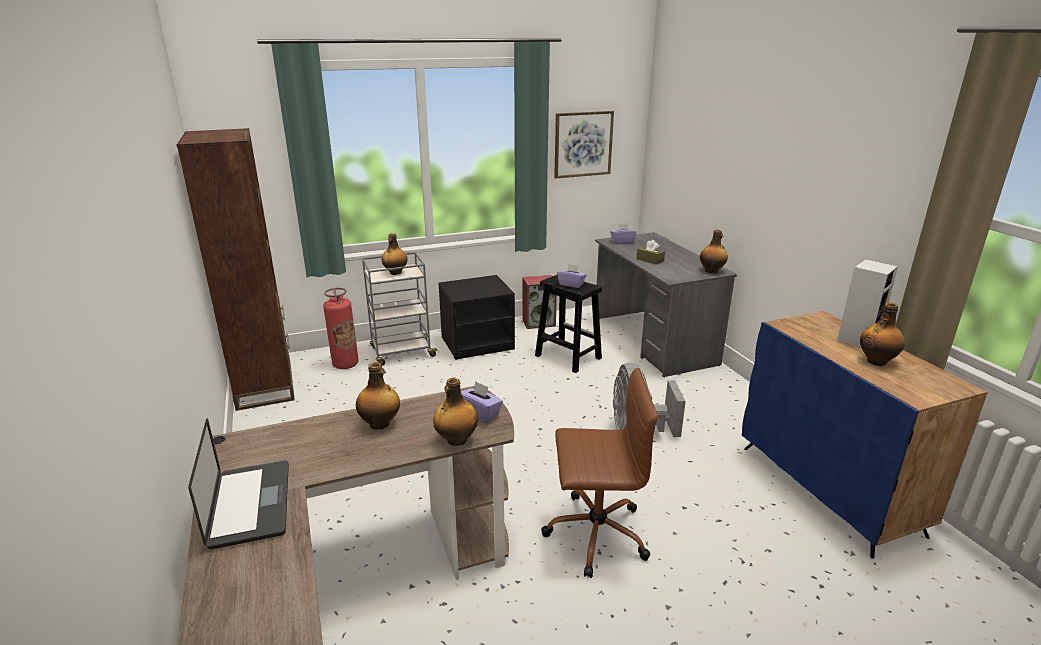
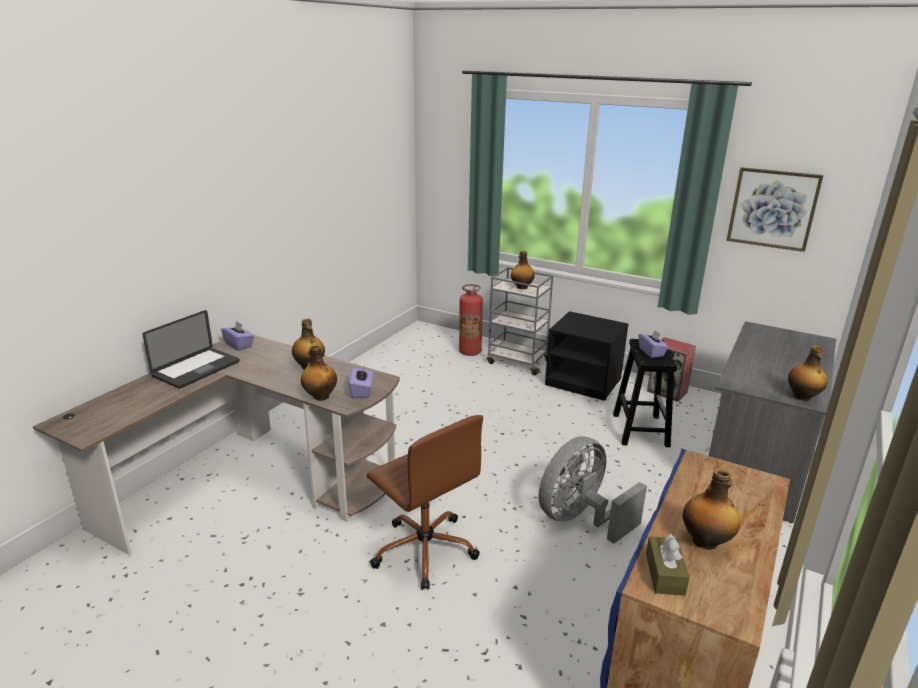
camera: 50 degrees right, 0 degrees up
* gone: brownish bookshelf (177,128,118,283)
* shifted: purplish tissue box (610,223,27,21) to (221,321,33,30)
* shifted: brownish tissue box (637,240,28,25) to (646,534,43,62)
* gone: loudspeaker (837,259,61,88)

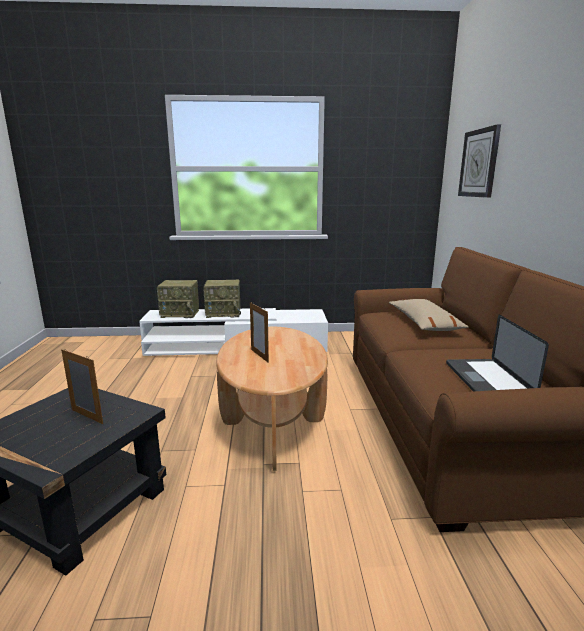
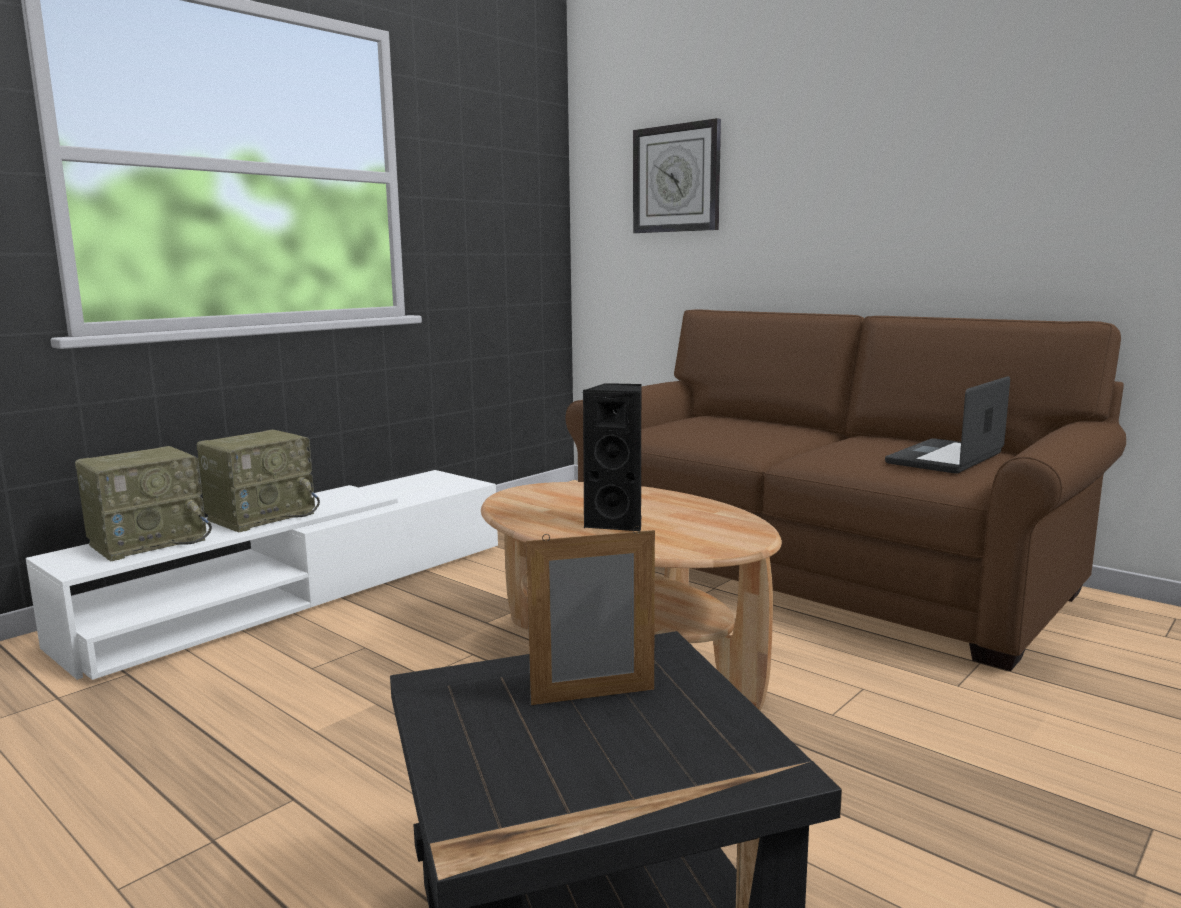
camera: 45 degrees left, 5 degrees down
* swapped: standing frame (250,302,19,61) to blackish loudspeaker (583,383,59,148)
* gone: beige throw pillow (389,299,80,32)
* rotated: notebook computer (446,315,103,77) = (885,376,125,98) 90 degrees clockwise

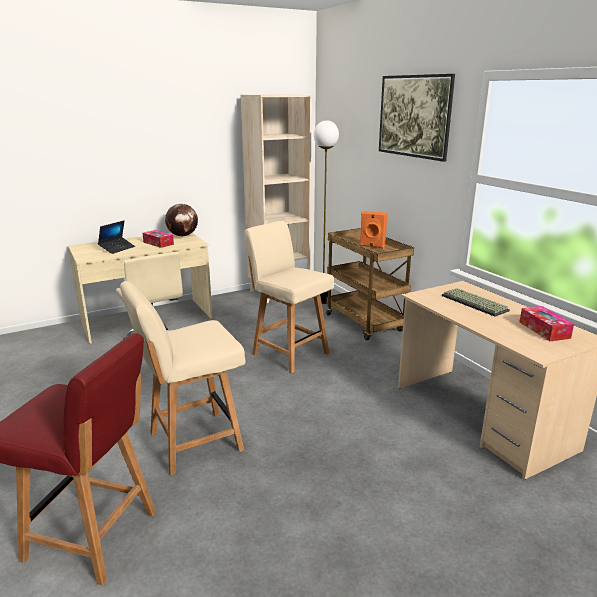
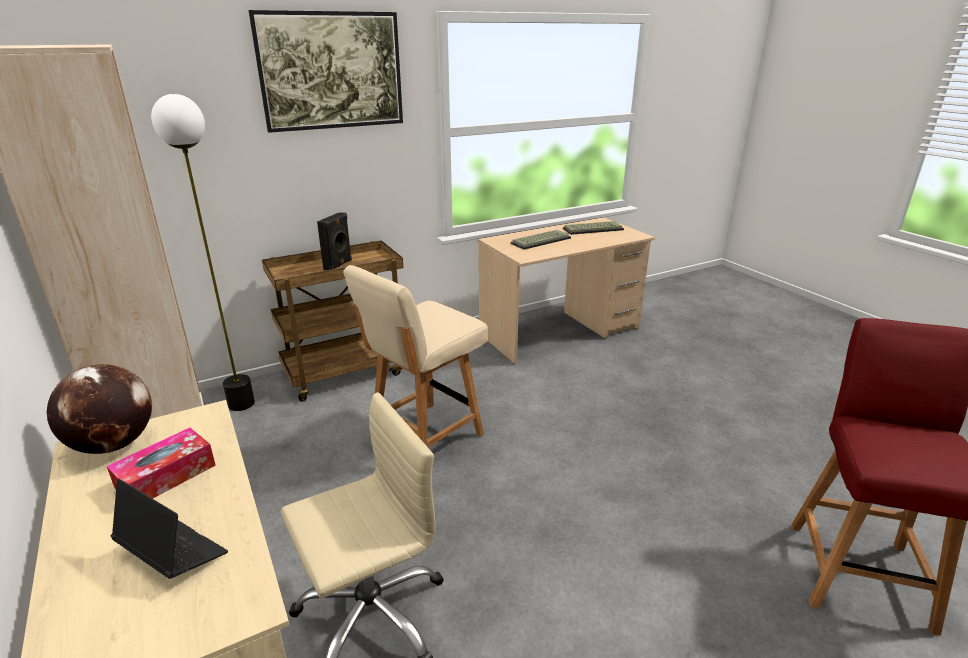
camera: 90 degrees left, 5 degrees up
* gone: beige upright chair (120,281,126,194)
* repainted: orange loudspeaker (360,211,27,38) to blackish loudspeaker (317,212,35,58)
* swapped: tissue box (520,306,54,35) to keyboard (563,221,61,14)

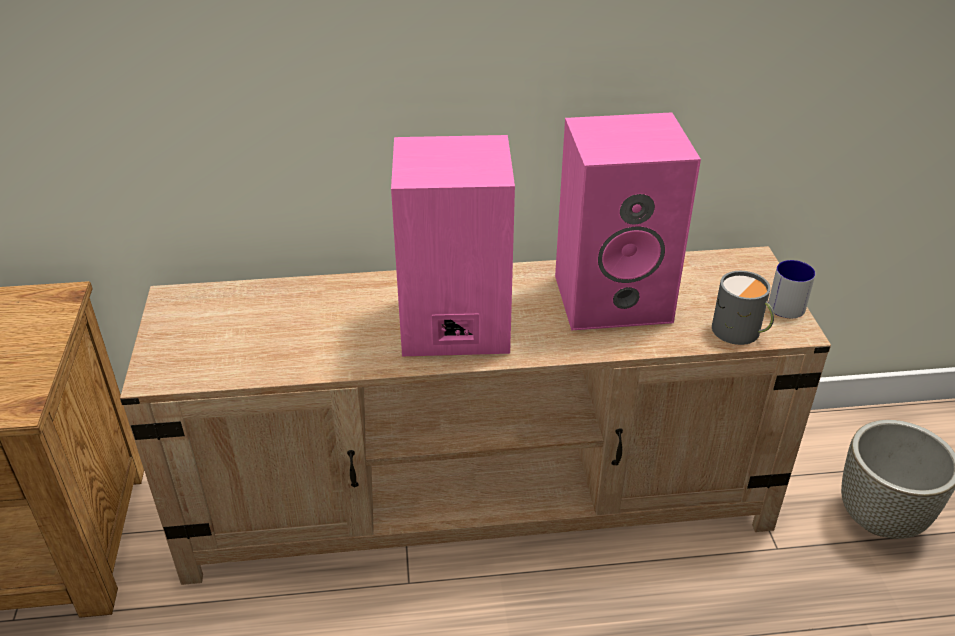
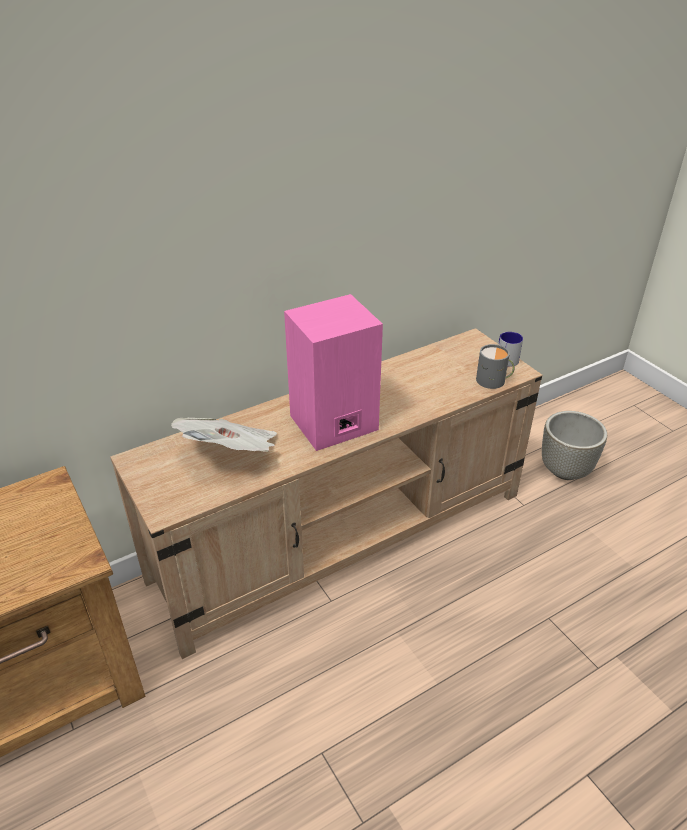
camera: 25 degrees left, 0 degrees up
* gone: pink loudspeaker (555,112,146,219)
* new: newspaper (171,418,106,34)

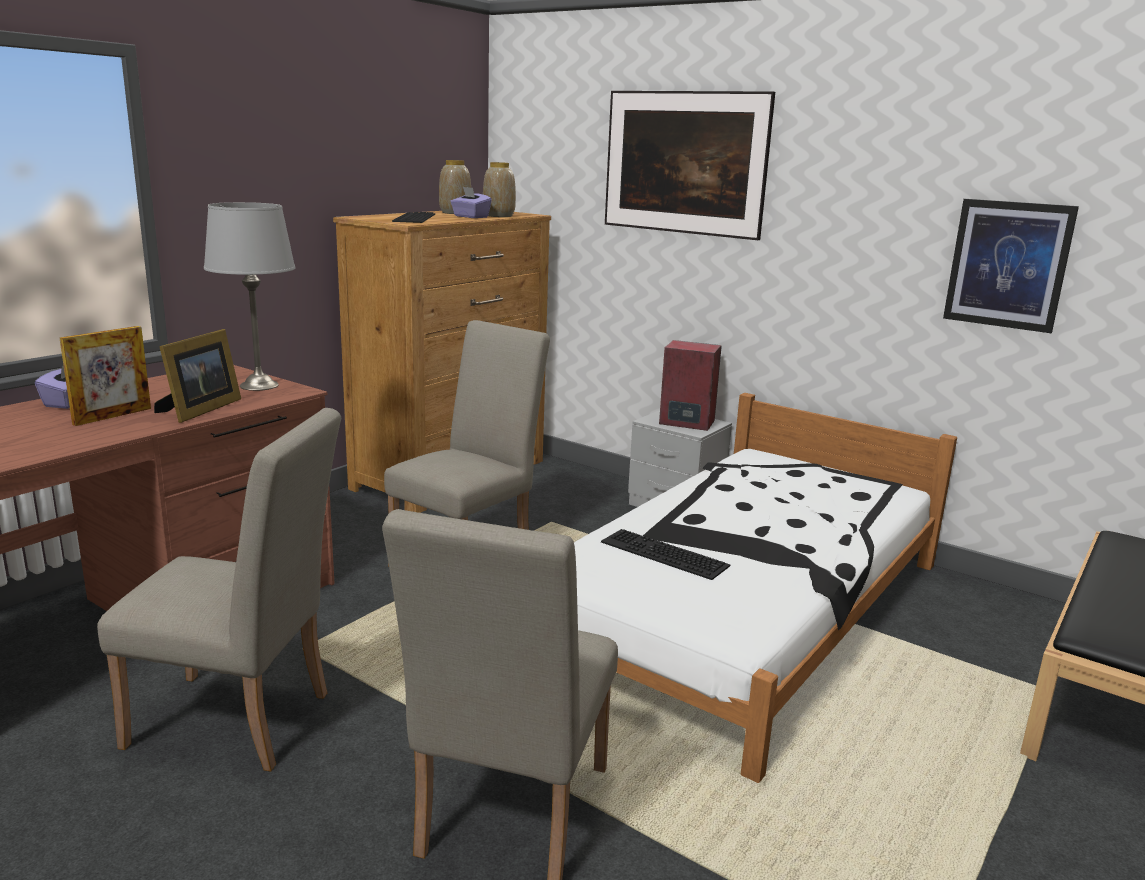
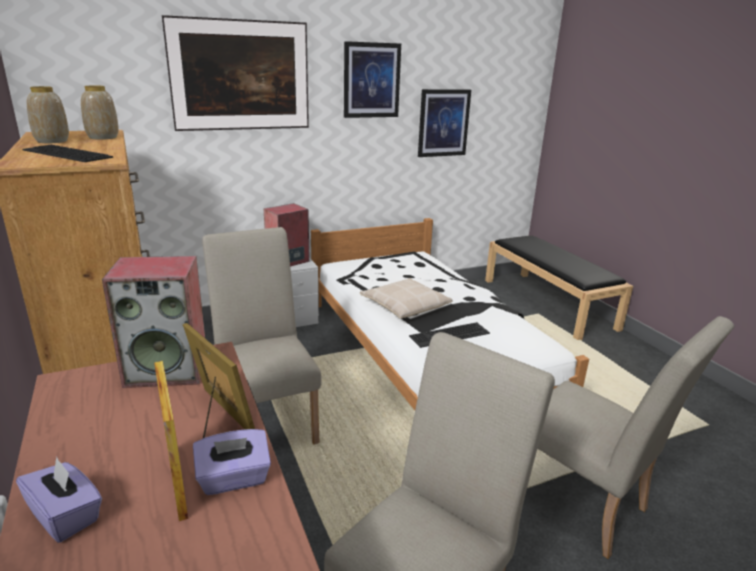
camera: 60 degrees left, 5 degrees up
* swapped: grey table lamp (204,202,92,189) to loudspeaker (102,256,103,132)
* shifted: purplish tissue box (450,187,42,31) to (193,429,78,66)
* new: wall picture (344,41,57,77)
* new: beige throw pillow (360,278,93,41)

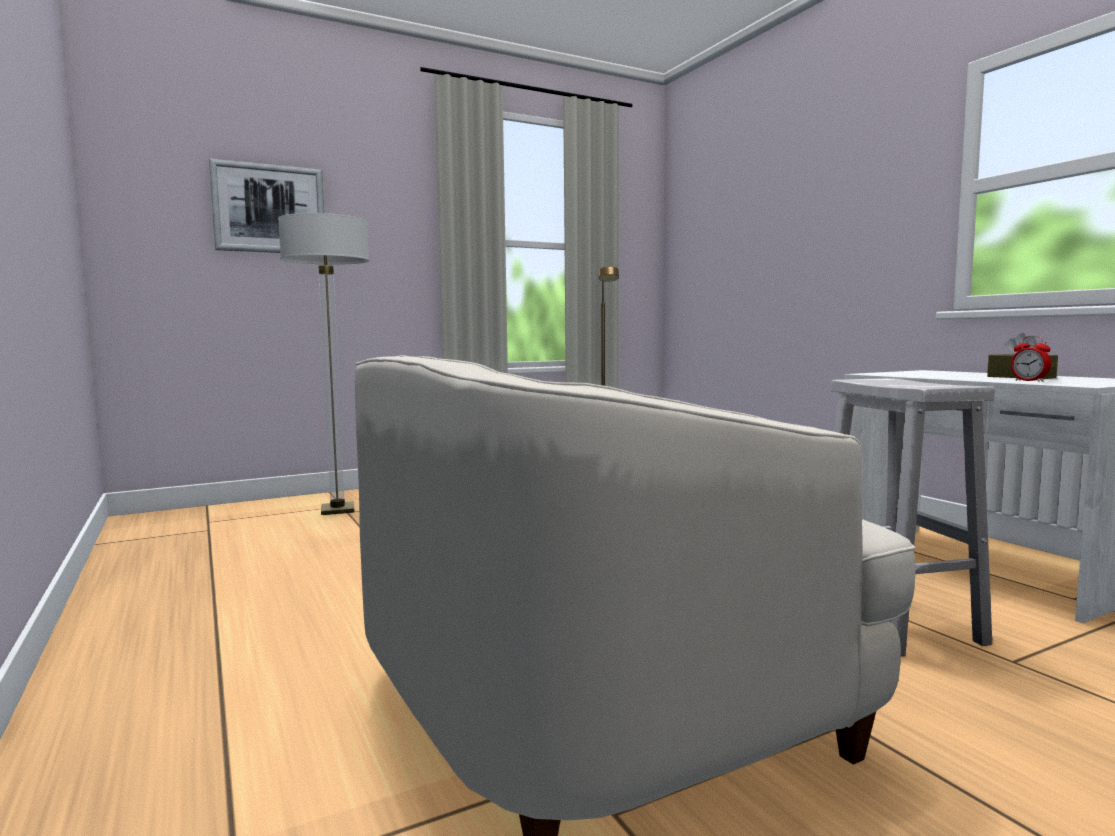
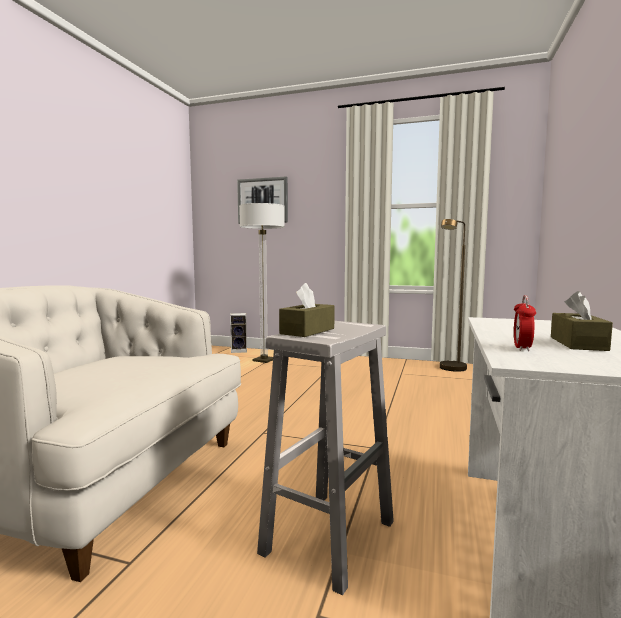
camera: 45 degrees right, 0 degrees up
* new: loudspeaker (230,313,17,40)
* new: brownish tissue box (279,283,55,54)

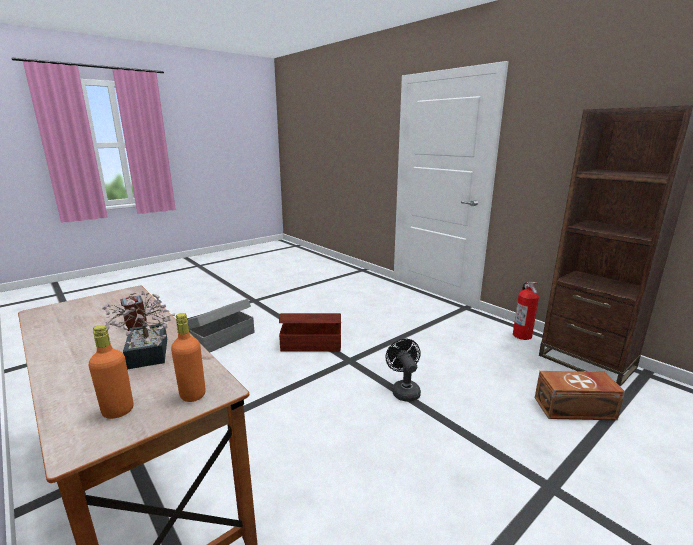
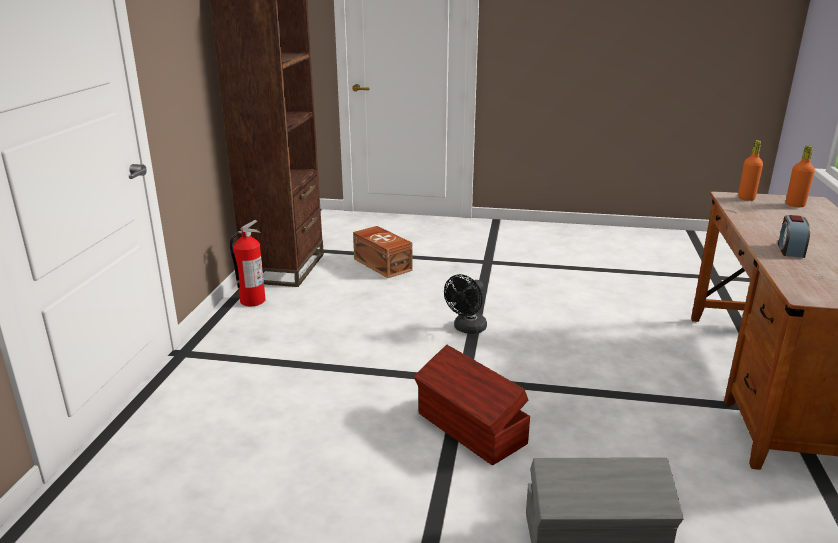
camera: 130 degrees left, 5 degrees up
* gone: plant in a pot (102,291,73,78)

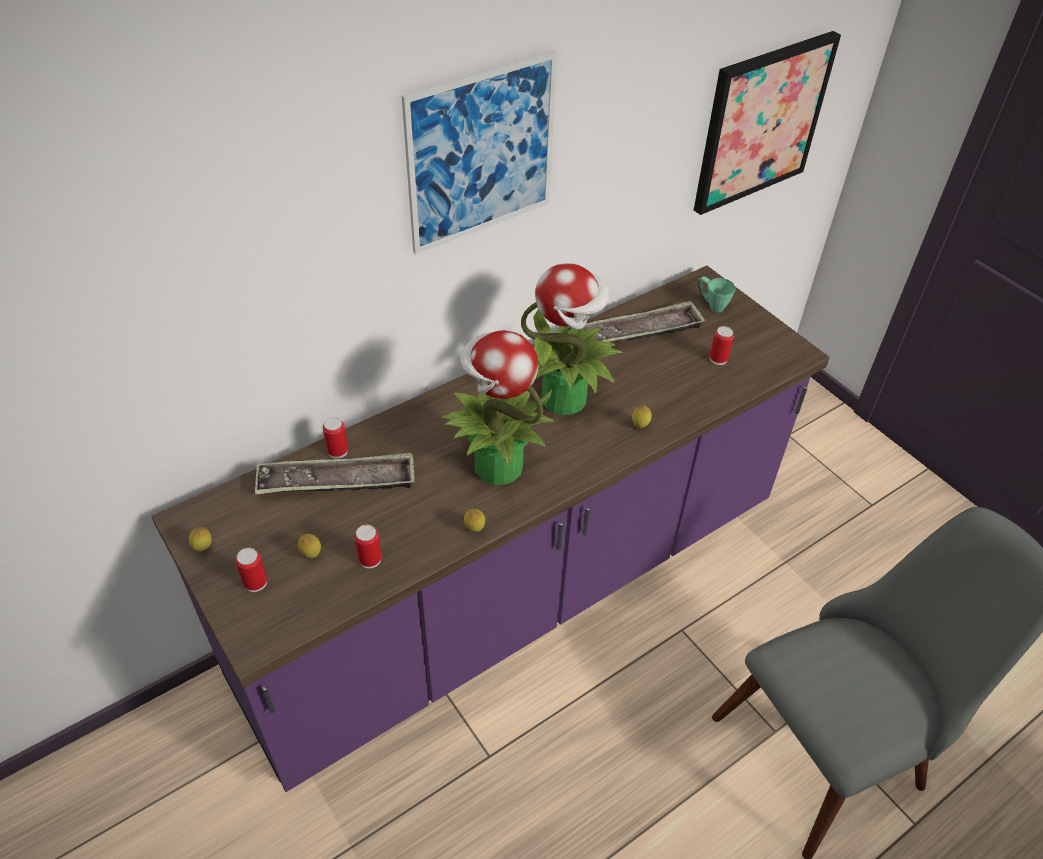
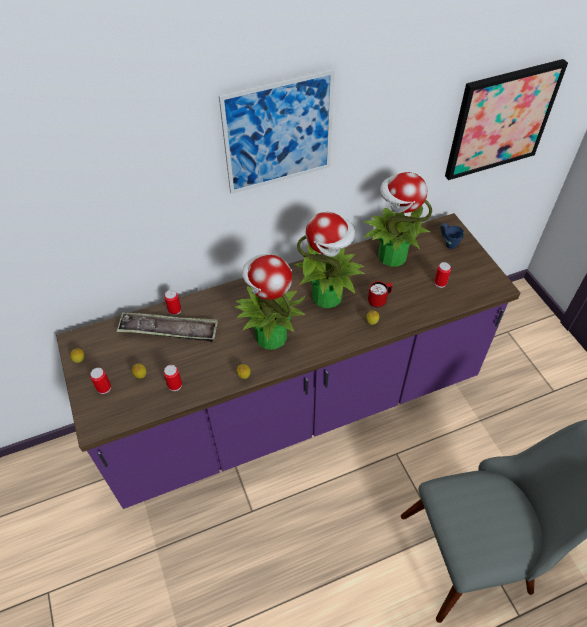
camera: 15 degrees right, 5 degrees up
* swapped: carrying tray (584,300,121,43) to plant in a pot (363,172,69,95)
* repainted: green coffee mug (698,276,38,36) to blue-coloured coffee mug (440,223,24,26)
* new: red-coloured coffee mug (368,281,25,27)

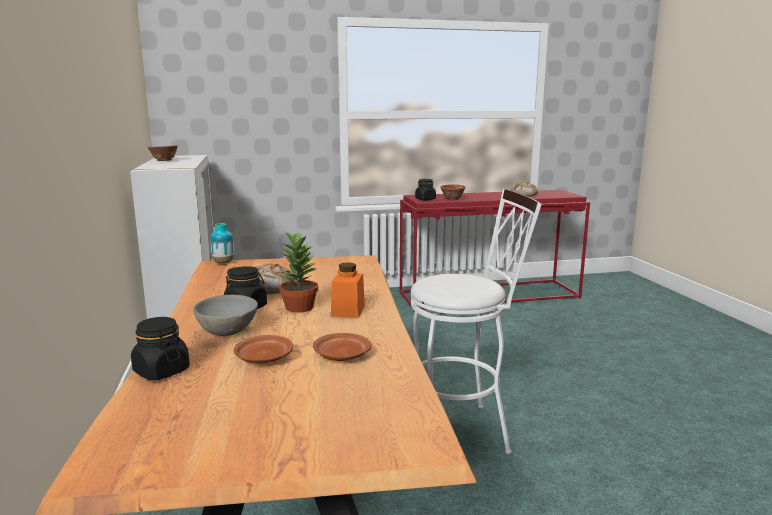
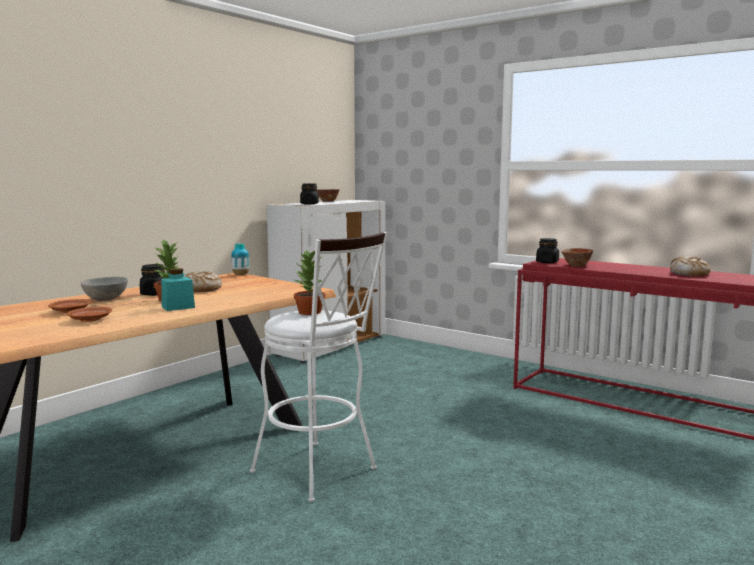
camera: 50 degrees right, 5 degrees down
* shifted: blackish jar (131,317,59,64) to (300,184,19,21)
* repainted: orange jar (331,263,34,55) to turquoise-coloured jar (161,268,34,43)
* new: plant in a pot (294,249,31,66)

